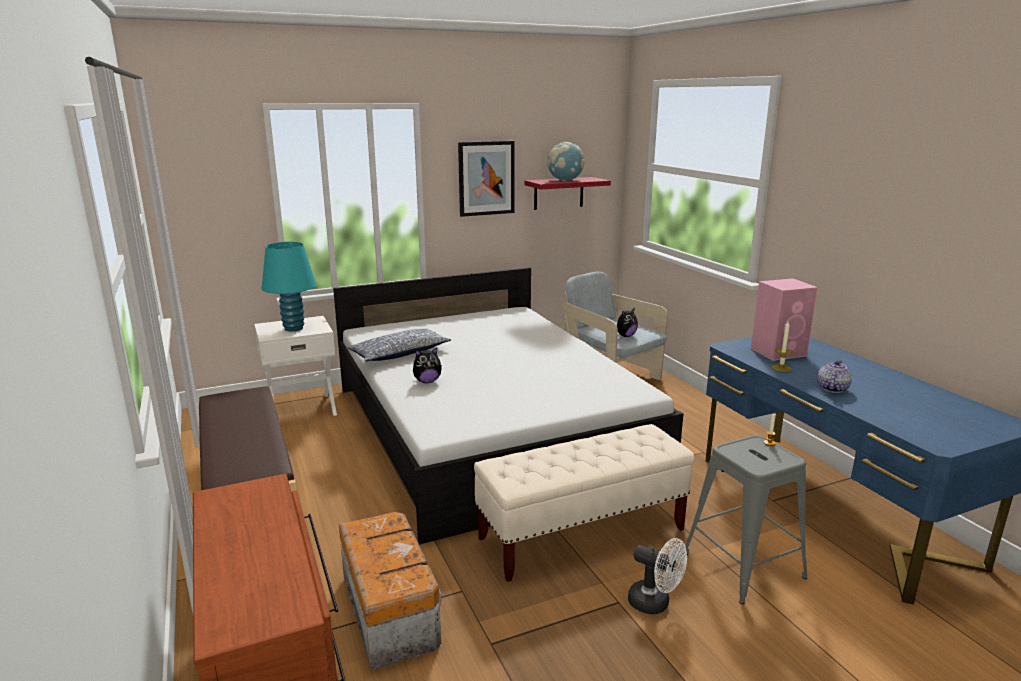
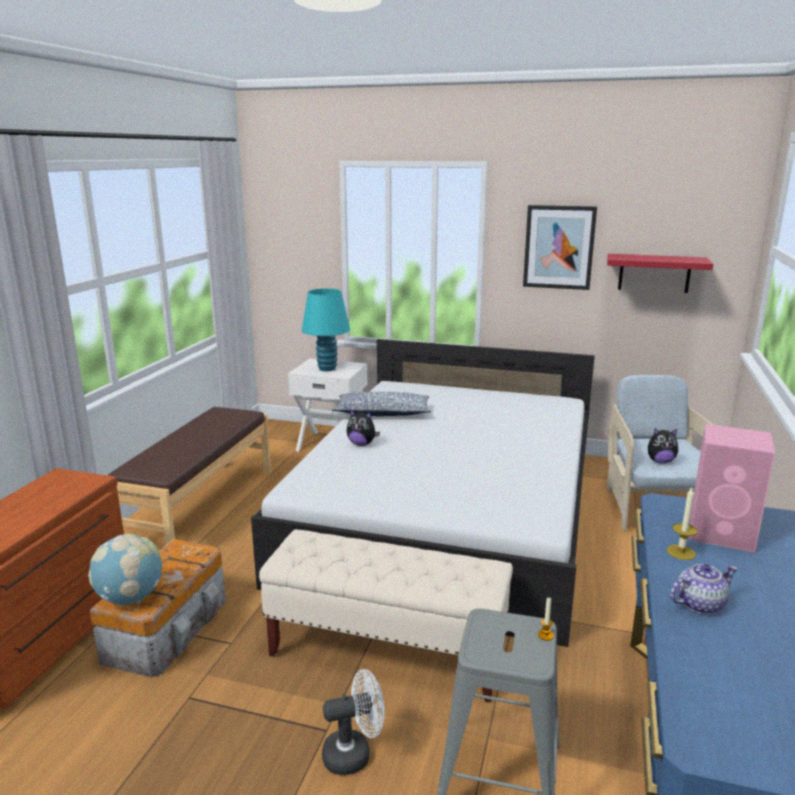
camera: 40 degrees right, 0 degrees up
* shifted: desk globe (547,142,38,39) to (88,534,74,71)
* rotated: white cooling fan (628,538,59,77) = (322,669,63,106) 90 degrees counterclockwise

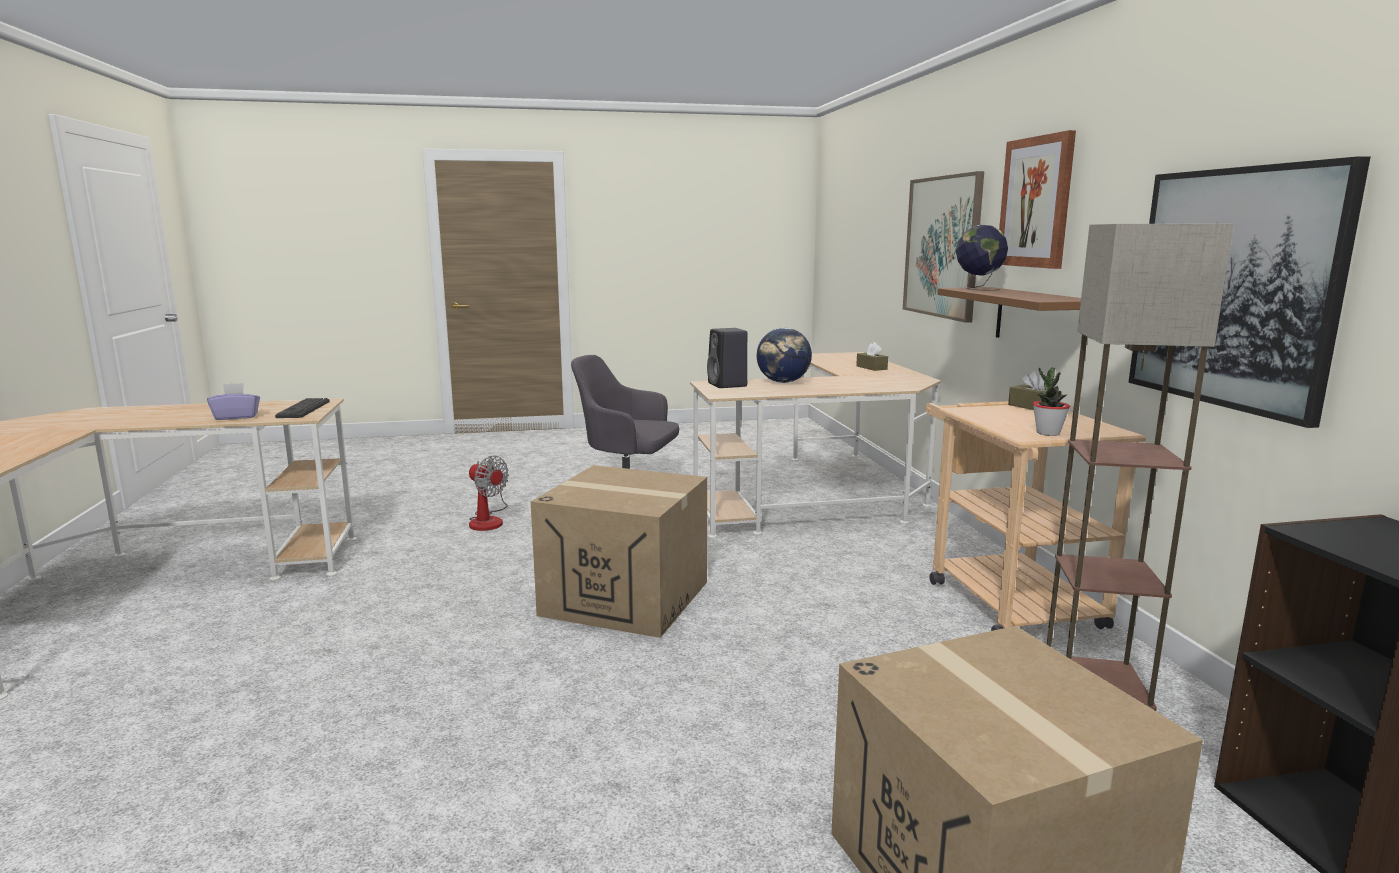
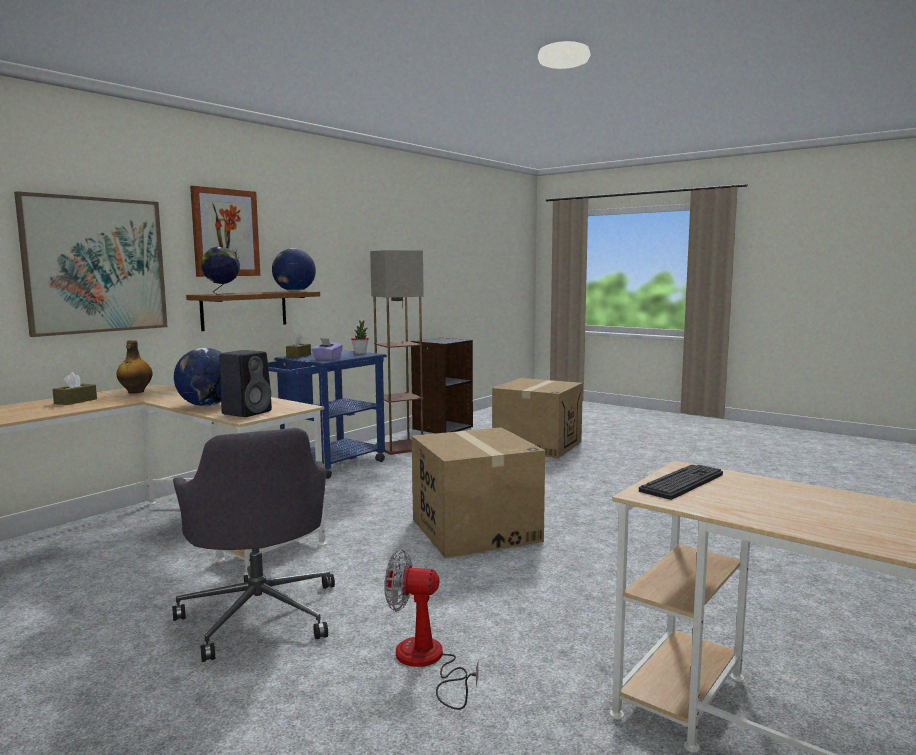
camera: 130 degrees left, 5 degrees down
* shifted: purplish tissue box (207,383,53,37) to (311,338,32,23)
* rotated: cooling fan (469,456,40,75) = (385,550,94,160) 75 degrees counterclockwise
* repainted: beige trolley (926,401,220,230) to blue-coloured trolley (268,350,119,129)
* gone: wall picture (1128,156,243,272)
* new: drink bottle (116,340,37,54)
* new: desk globe (272,248,44,44)

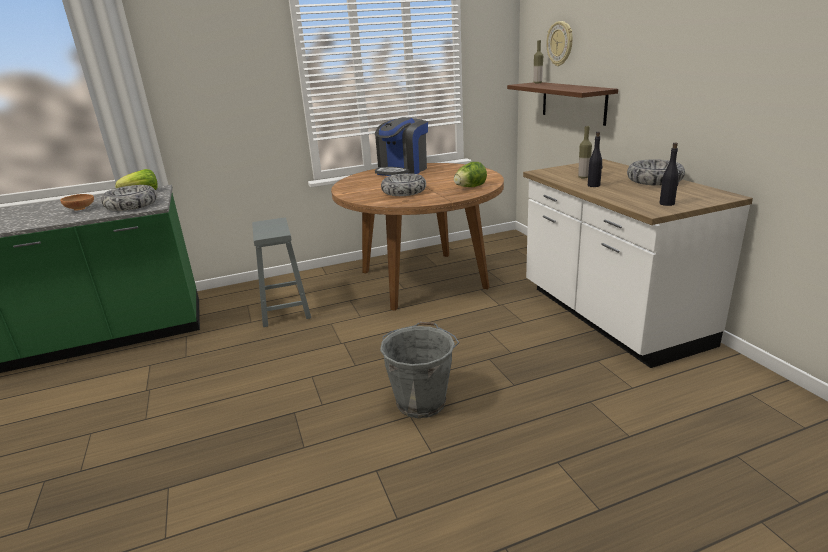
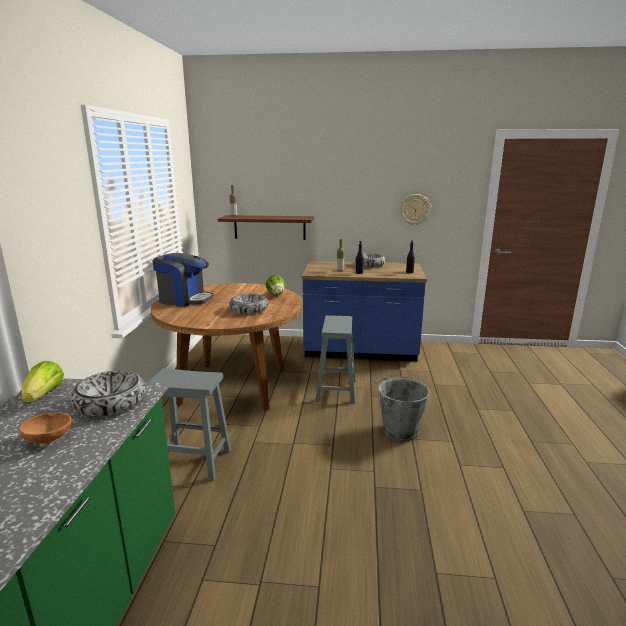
camera: 65 degrees left, 5 degrees down
* rotated: coffee maker (375,117,53,59) = (152,253,62,54) 45 degrees counterclockwise
* repainted: white kitchen counter (523,159,230,209) to blue-coloured kitchen counter (302,261,125,101)
* shifted: hanging clock (547,21,26,45) to (400,194,31,31)
* new: grey stool seat (316,315,40,88)

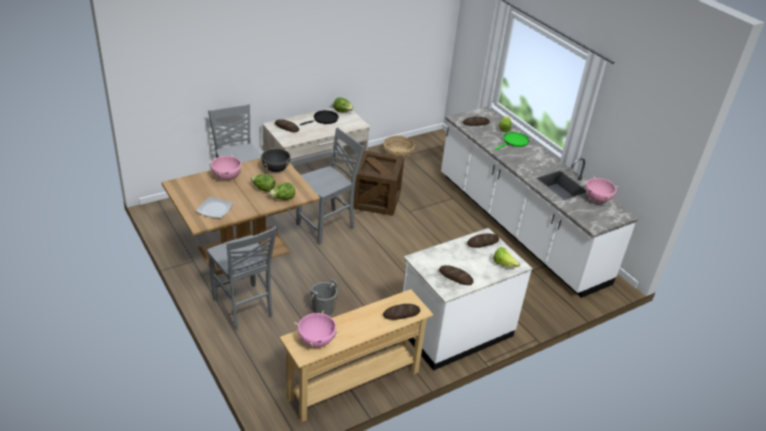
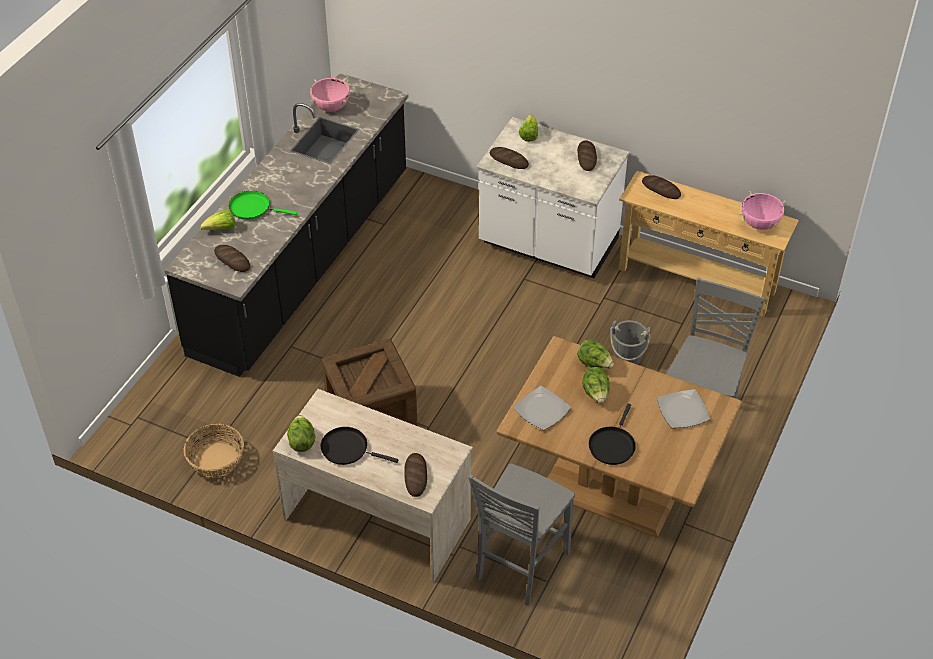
camera: 120 degrees left, 10 degrees up
* swapped: pink cooking pot (208,155,36,25) to blackish skillet (589,404,47,61)
* swapped: blackish cooking pot (261,148,30,24) to dinner plate (513,386,58,44)
* gone: grey upright chair (296,127,68,118)
* repainted: white kitchen counter (441,107,197,191) to blackish kitchen counter (165,73,243,304)

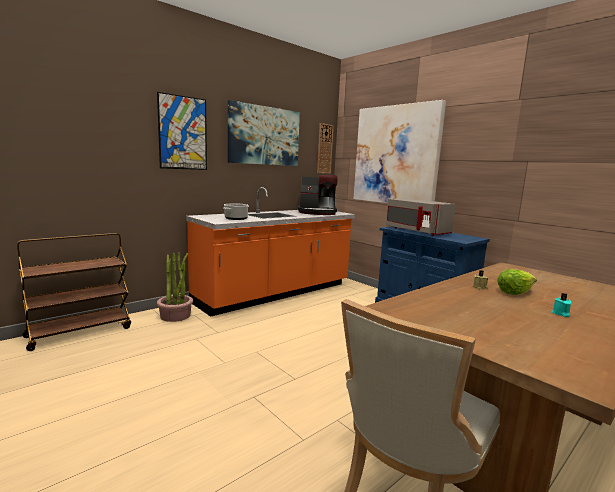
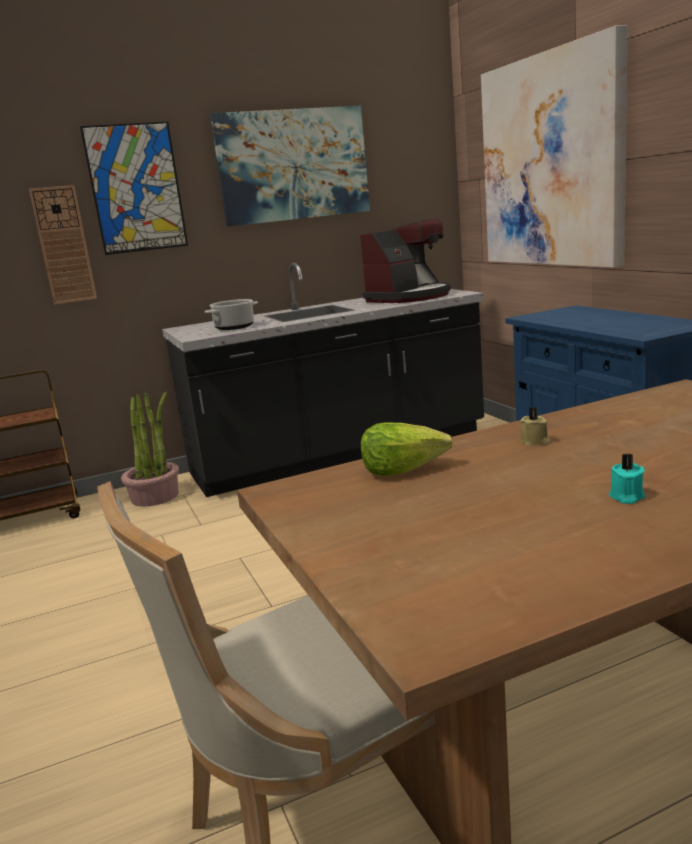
camera: 20 degrees right, 5 degrees up
* repainted: orange kitchen counter (186,187,169,130) to blackish kitchen counter (162,263,322,234)
* rotated: coffee maker (298,174,39,41) = (360,219,91,84) 60 degrees counterclockwise
* shifted: hanging clock (317,123,16,50) to (29,185,68,120)
* gone: grey kitchen microwave (386,198,70,38)
* shifted: lettuce (497,269,40,26) to (361,422,92,54)

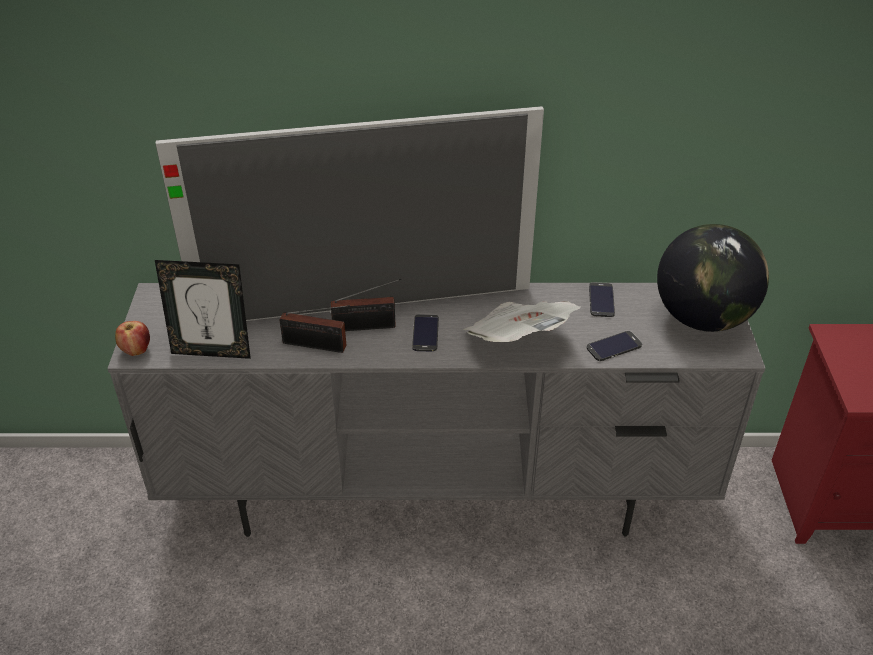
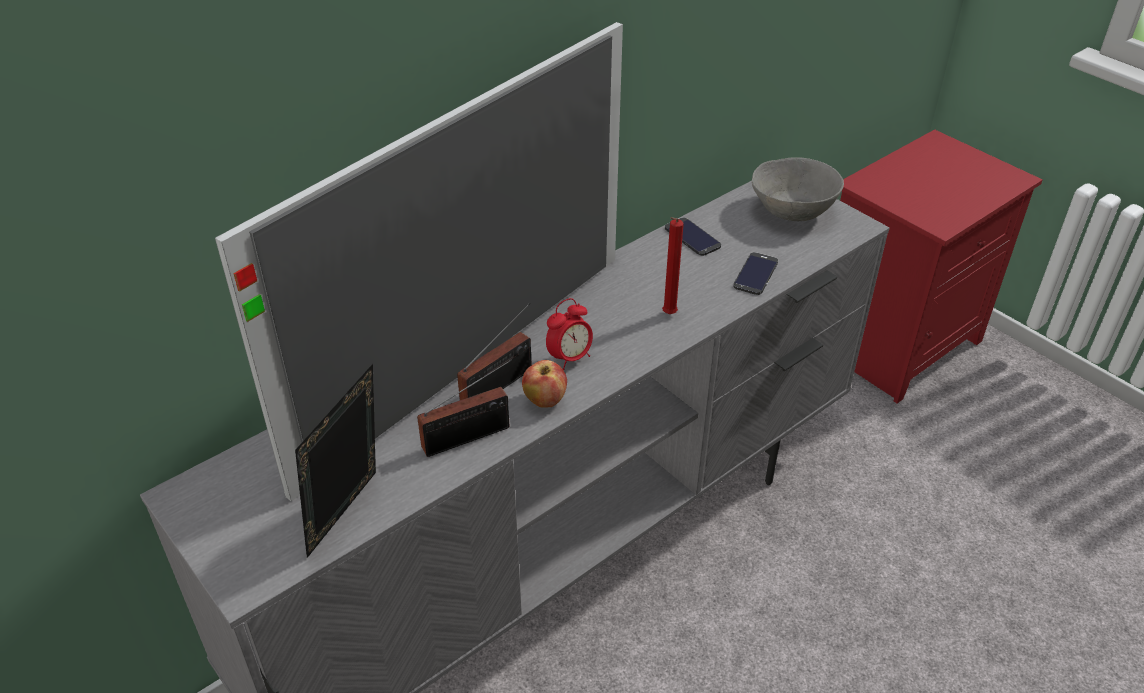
camera: 40 degrees left, 0 degrees up
* shifted: apple fruit (115,321,35,35) to (522,360,45,48)
* rotated: standing frame (155,260,96,99) = (295,364,81,194) 150 degrees clockwise
* swapped: handset (412,314,27,37) to alarm clock (546,298,47,72)
* swapped: newspaper (463,301,118,41) to red-coloured candle (662,217,22,97)
* swapped: desk globe (657,224,112,108) to grey deep dish (752,157,92,64)

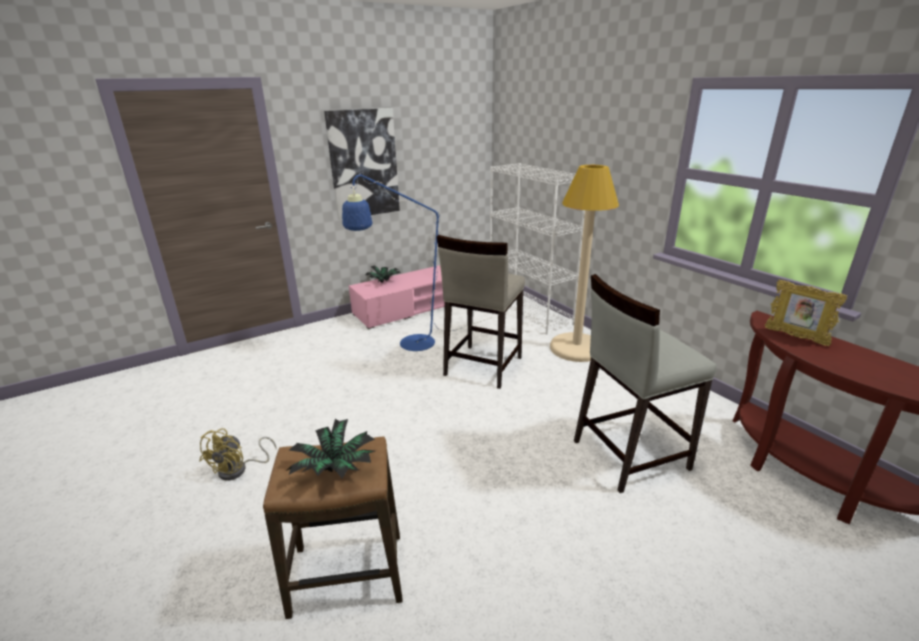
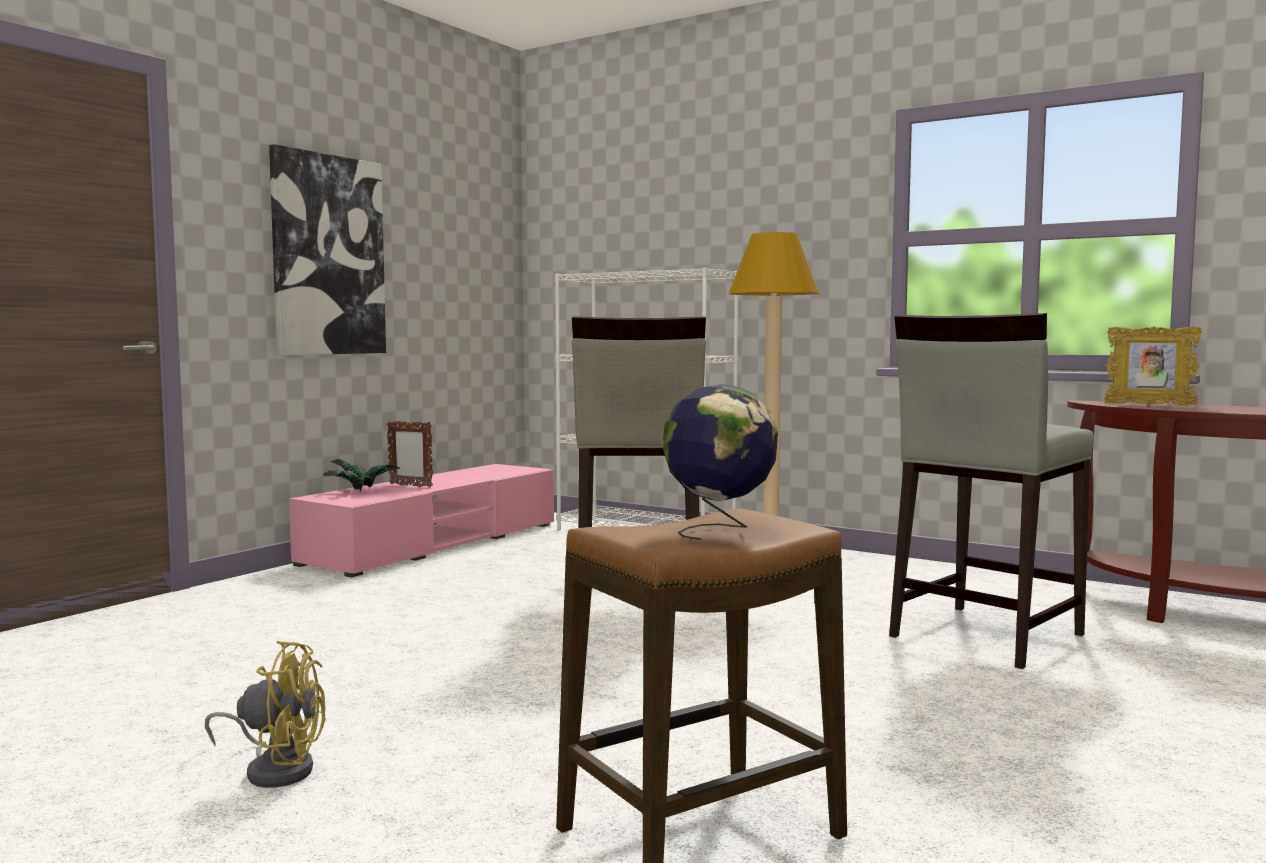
camera: 25 degrees left, 20 degrees down
* rotated: yellow cooling fan (200,428,77,53) = (205,641,120,147) 75 degrees counterclockwise
* swapped: plant in a pot (286,419,89,60) to desk globe (662,384,116,156)
* gone: blue-coloured floor lamp (342,173,150,178)
* new: standing frame (387,421,46,67)

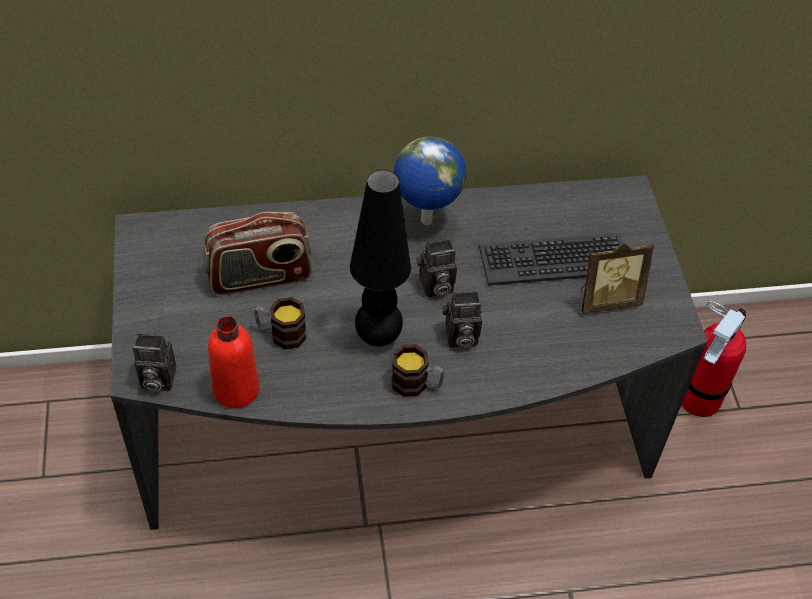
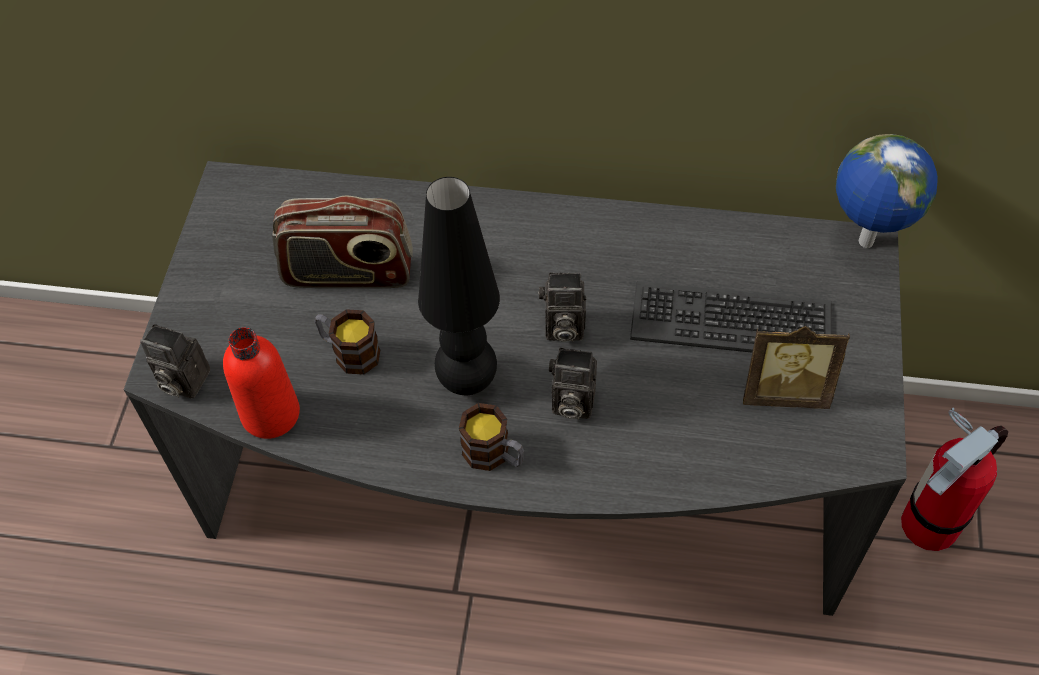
camera: 20 degrees right, 5 degrees up
* shifted: desk globe (394,137,72,88) to (836,134,102,114)

